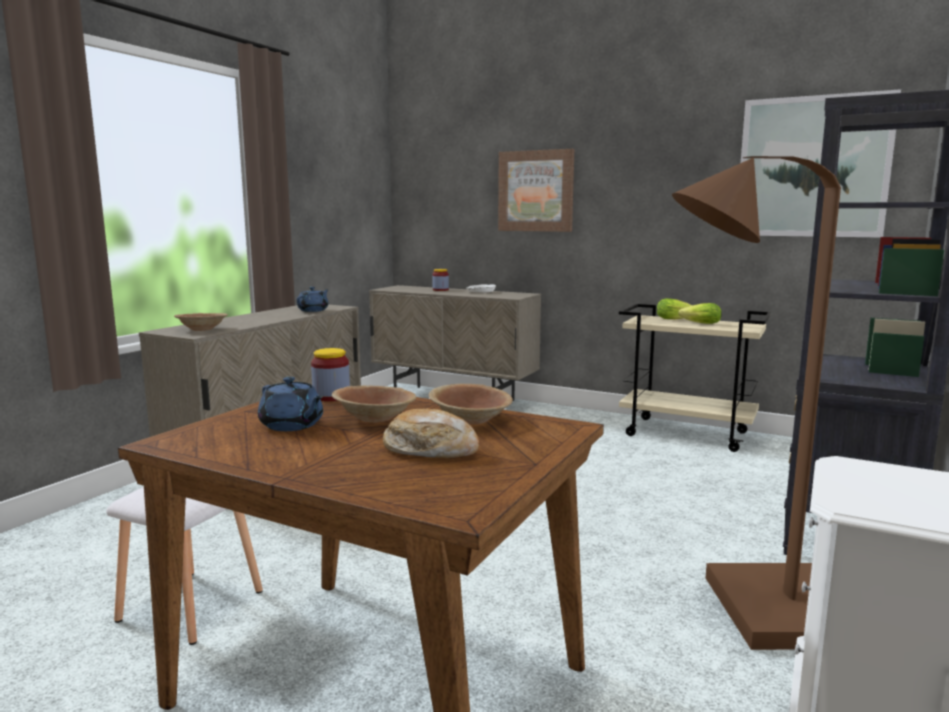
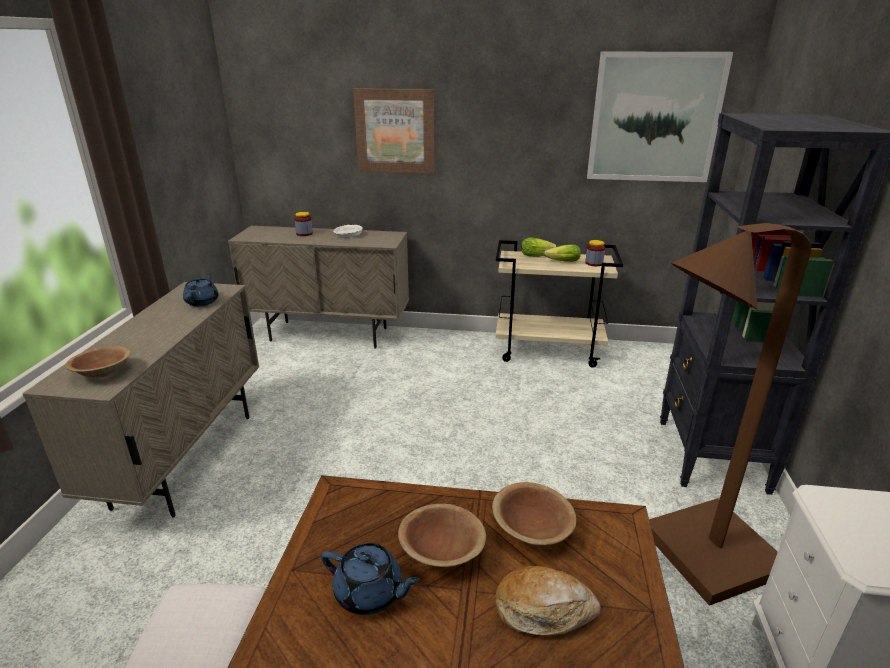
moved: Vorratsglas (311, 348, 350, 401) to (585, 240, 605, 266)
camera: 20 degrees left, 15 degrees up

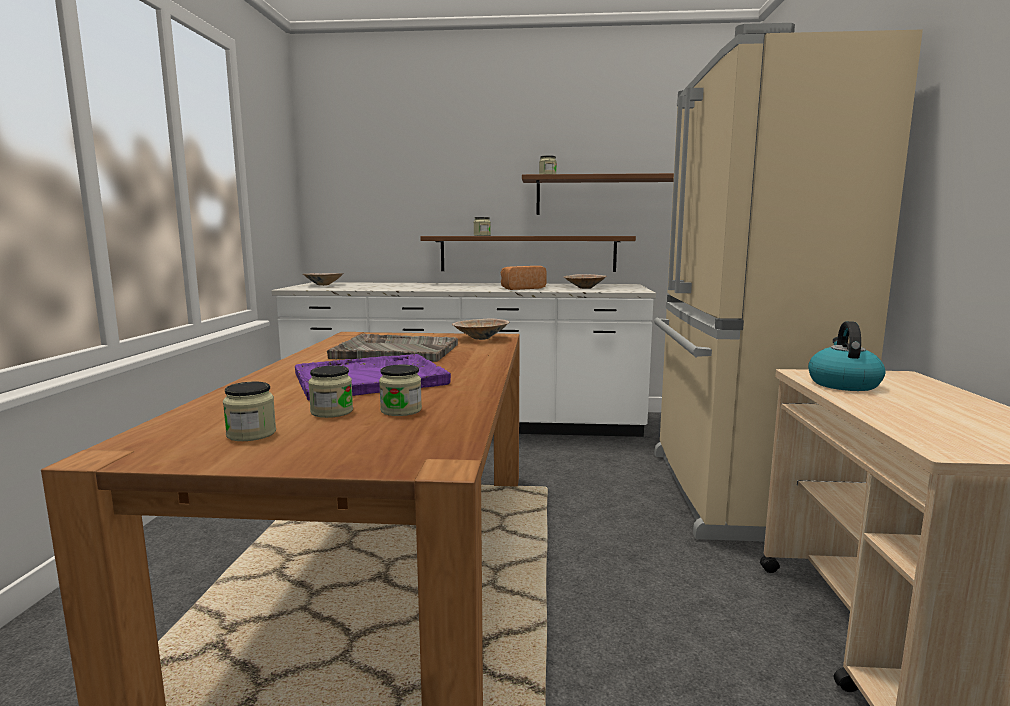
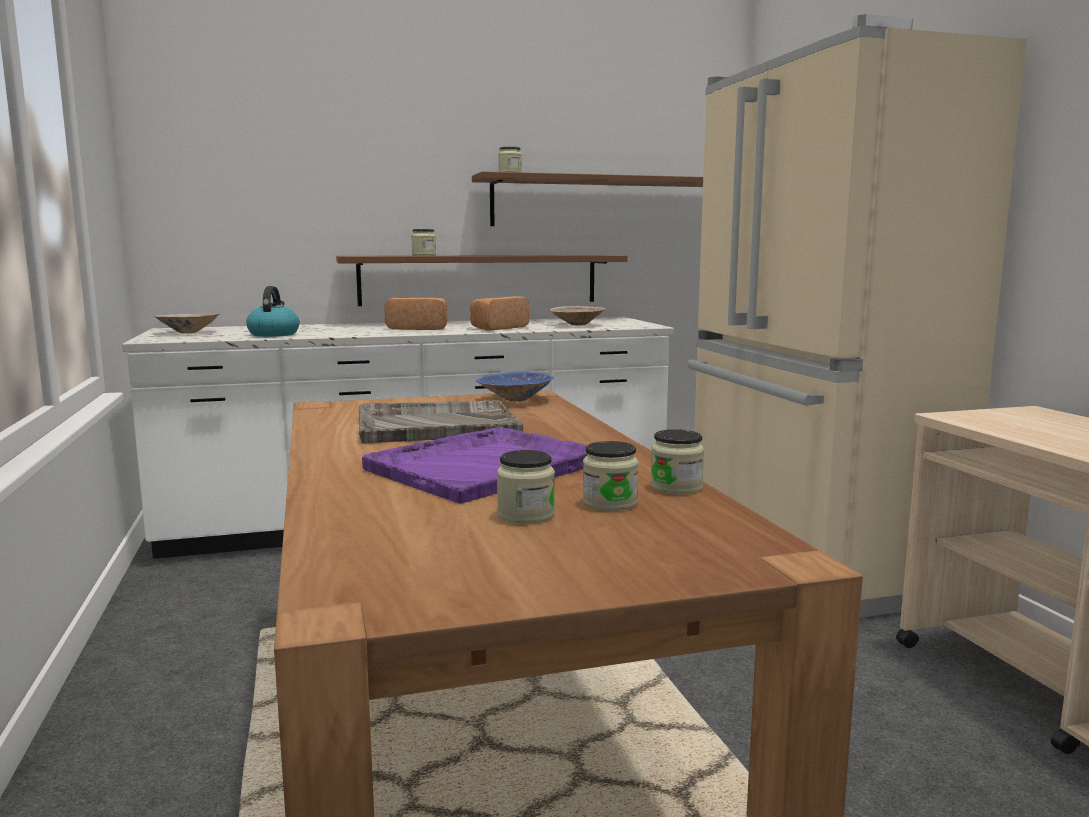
added: Brot (384, 298, 448, 330)
moved: Vorratsglas (223, 381, 276, 441) to (651, 429, 704, 495); Wasserkessel (808, 321, 885, 391) to (246, 286, 299, 337)
recoloured: Schüssel/beige (452, 318, 509, 340) to Schüssel/blau (476, 371, 554, 402)
camera: 20 degrees left, 0 degrees up

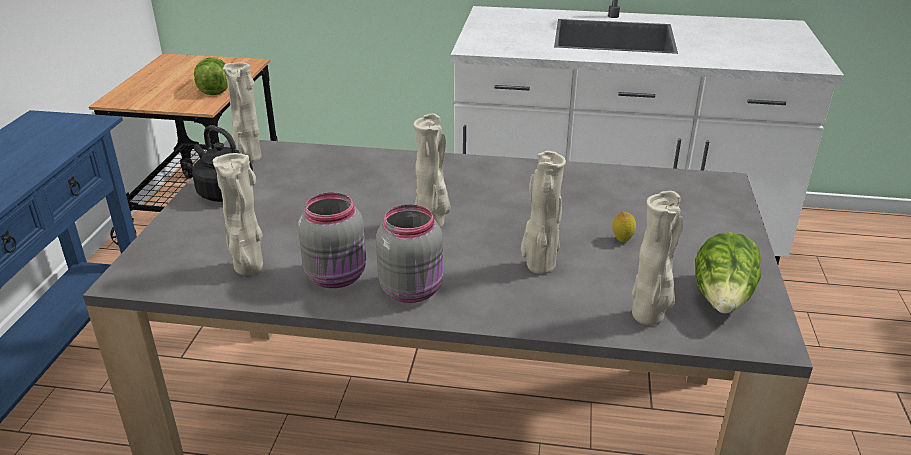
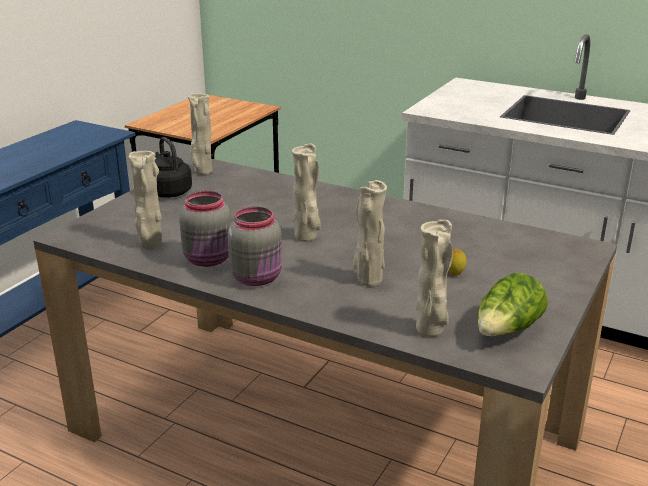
removed: Salatkopf (194, 57, 228, 95)
camera: 20 degrees right, 5 degrees down

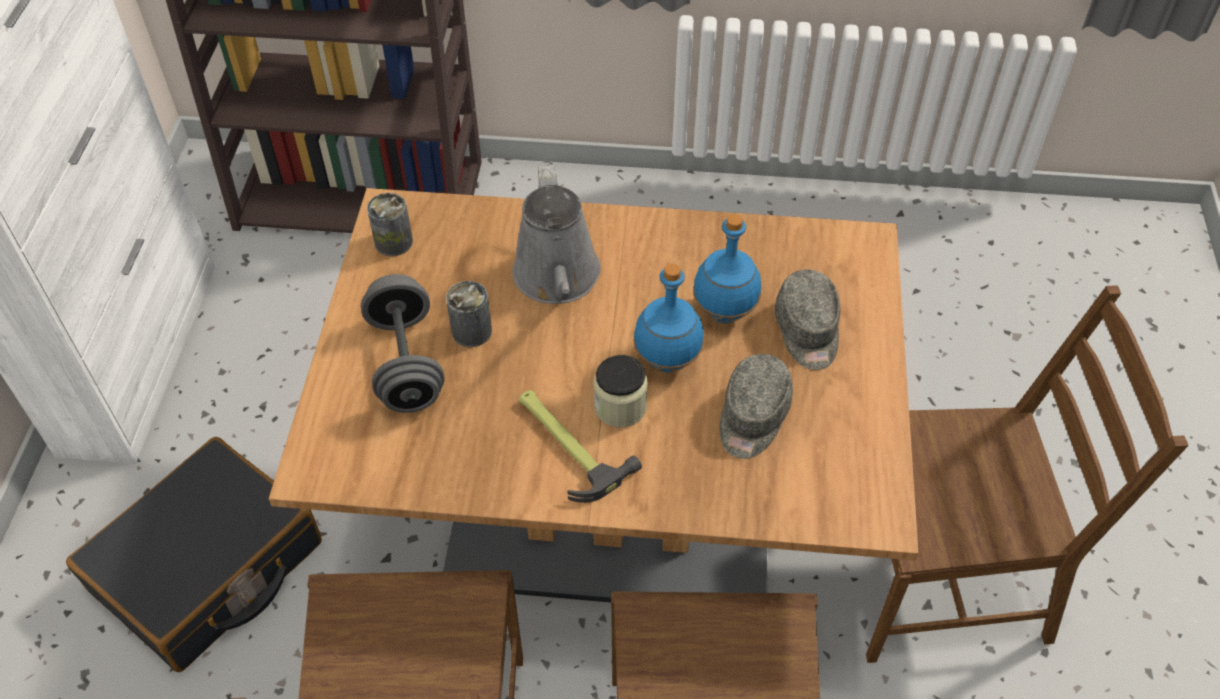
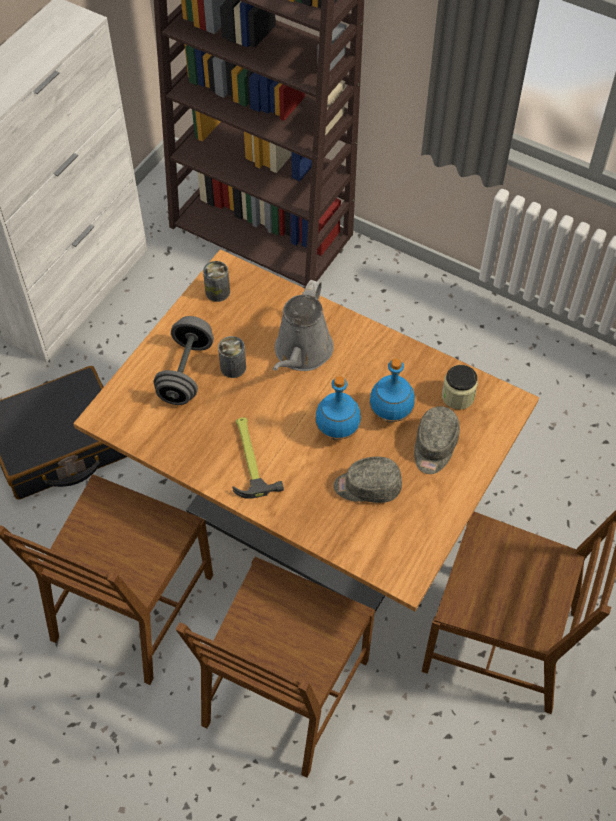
moved: Vorratsglas (594, 355, 648, 428) to (442, 365, 478, 410)
turned: Kappe/grau (720, 354, 793, 459) = (333, 457, 402, 503) 45 degrees clockwise
camera: 25 degrees right, 5 degrees up

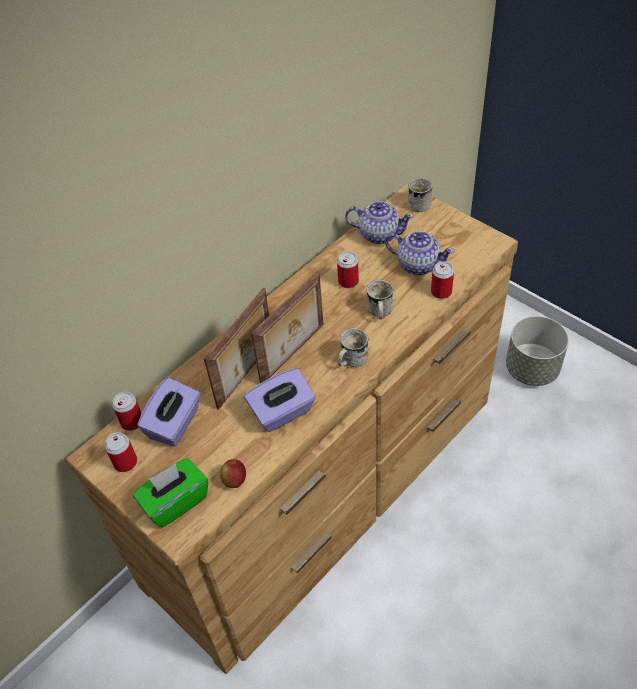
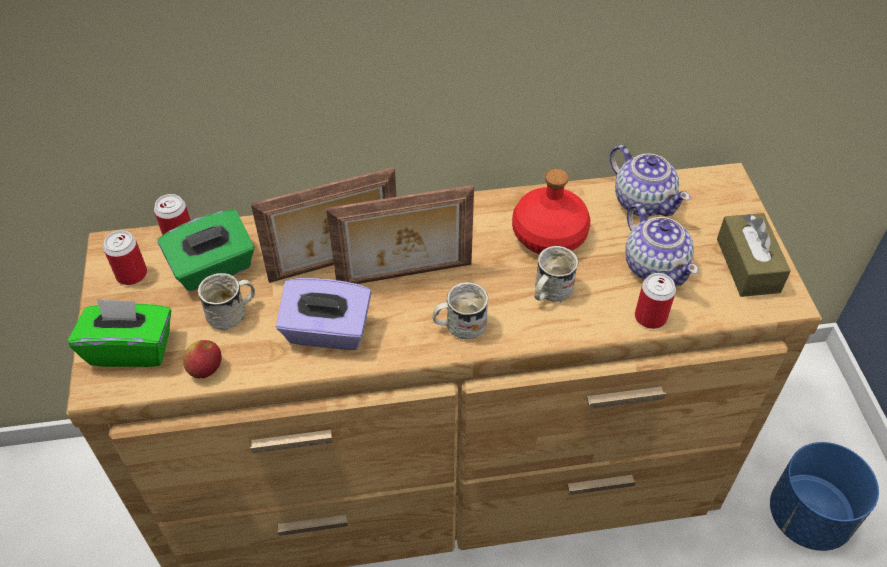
added: Taschentuchbox/braun (717, 213, 791, 297)
moved: Henkelbecher/weiß (408, 178, 433, 212) to (198, 273, 255, 331)
replaced: Dose (337, 252, 359, 288) to Flasche/rot (512, 169, 590, 254)
recoloured: Taschentuchbox/lila (137, 378, 200, 446) to Taschentuchbox/grün (158, 210, 255, 291); Pflanzkübel/grau (506, 316, 569, 386) to Pflanzkübel/blau (770, 442, 879, 551)
camera: 35 degrees right, 0 degrees up

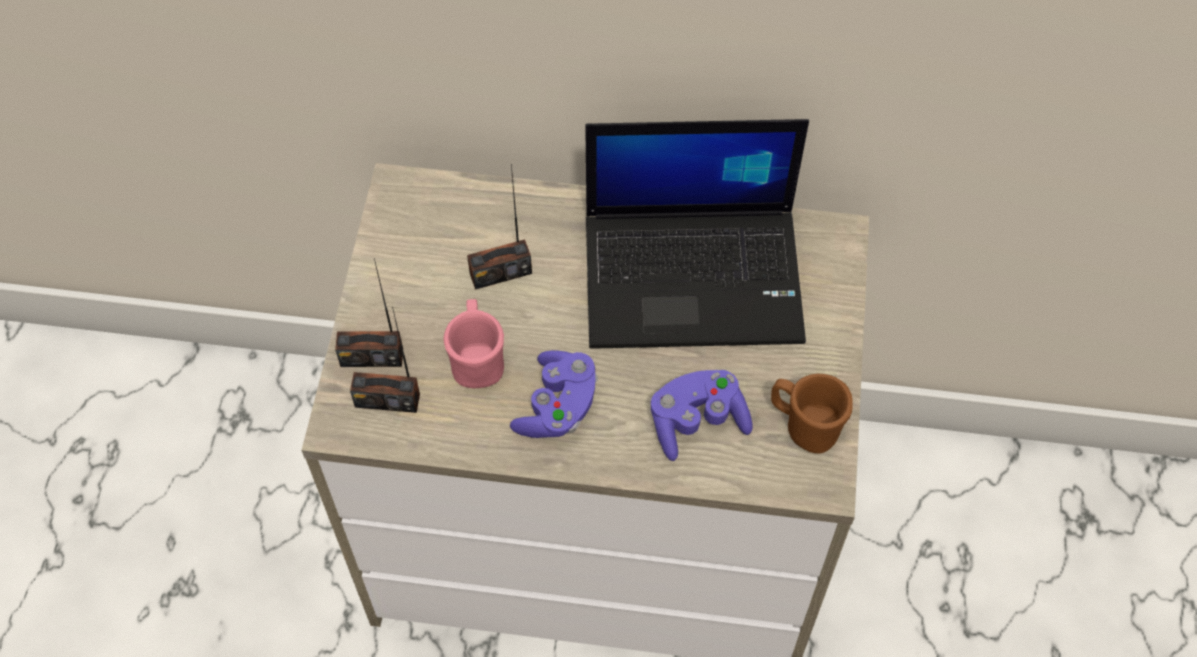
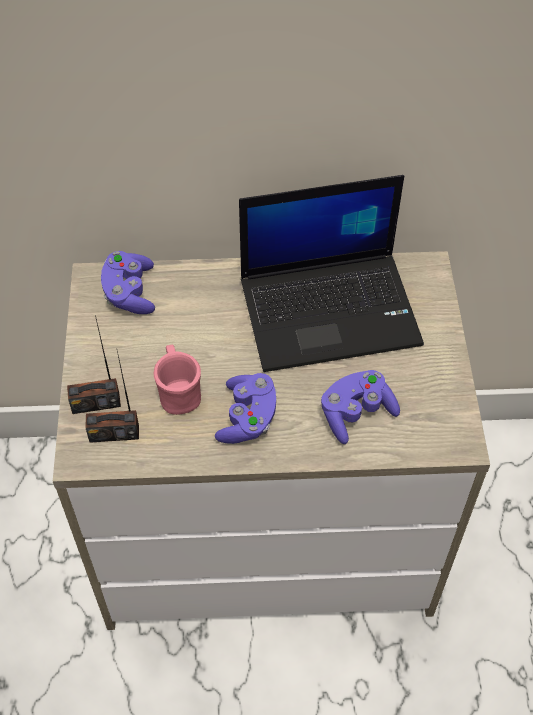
removed: Radio (467, 164, 532, 290); Henkelbecher/braun (771, 374, 853, 454)
added: Gamepad/lila (101, 251, 155, 314)
camera: 10 degrees left, 5 degrees down

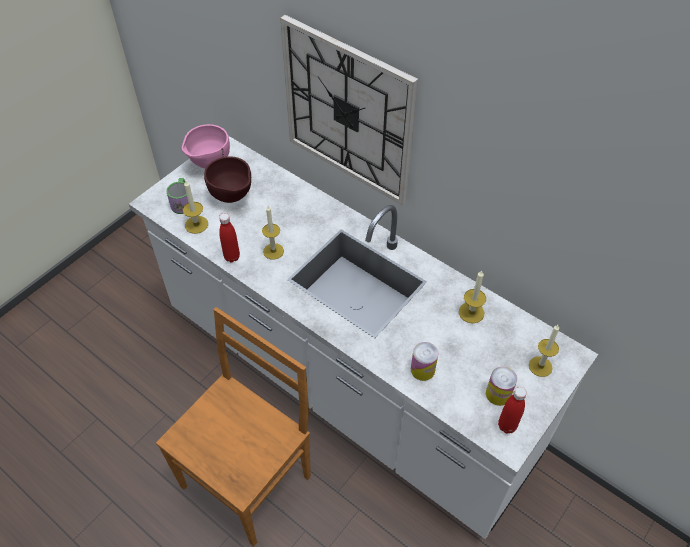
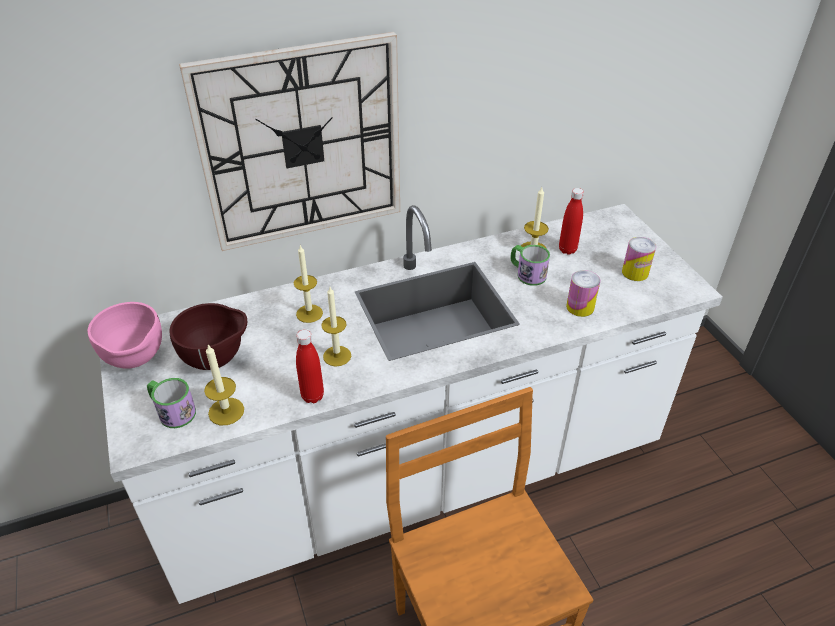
added: Henkelbecher (510, 245, 550, 286)
moved: Flasche/rot (498, 387, 527, 434) to (559, 188, 584, 255); Kerze (529, 325, 559, 377) to (294, 245, 323, 323)
camera: 60 degrees left, 10 degrees down

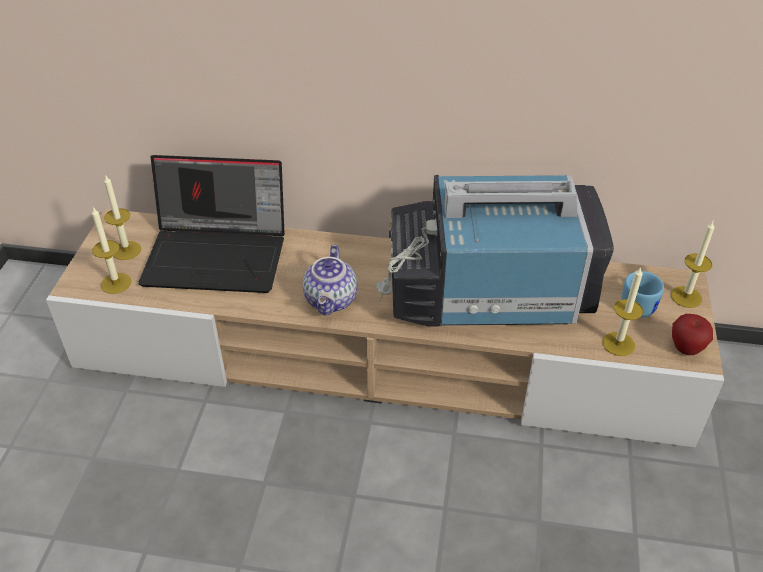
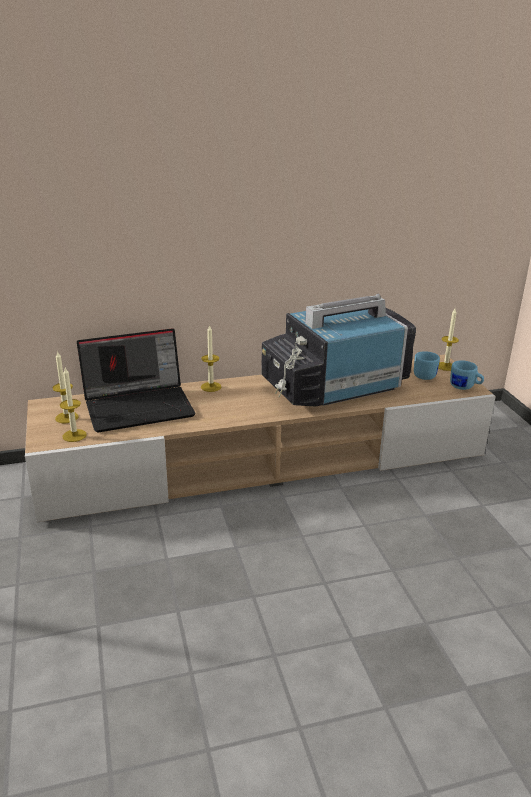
removed: Teekanne (303, 245, 357, 315)
moved: Kerze (602, 267, 643, 356) to (201, 324, 221, 392)
replaced: Apfel (672, 314, 713, 355) to Henkelbecher/blau (450, 360, 484, 390)
camera: 25 degrees left, 15 degrees down

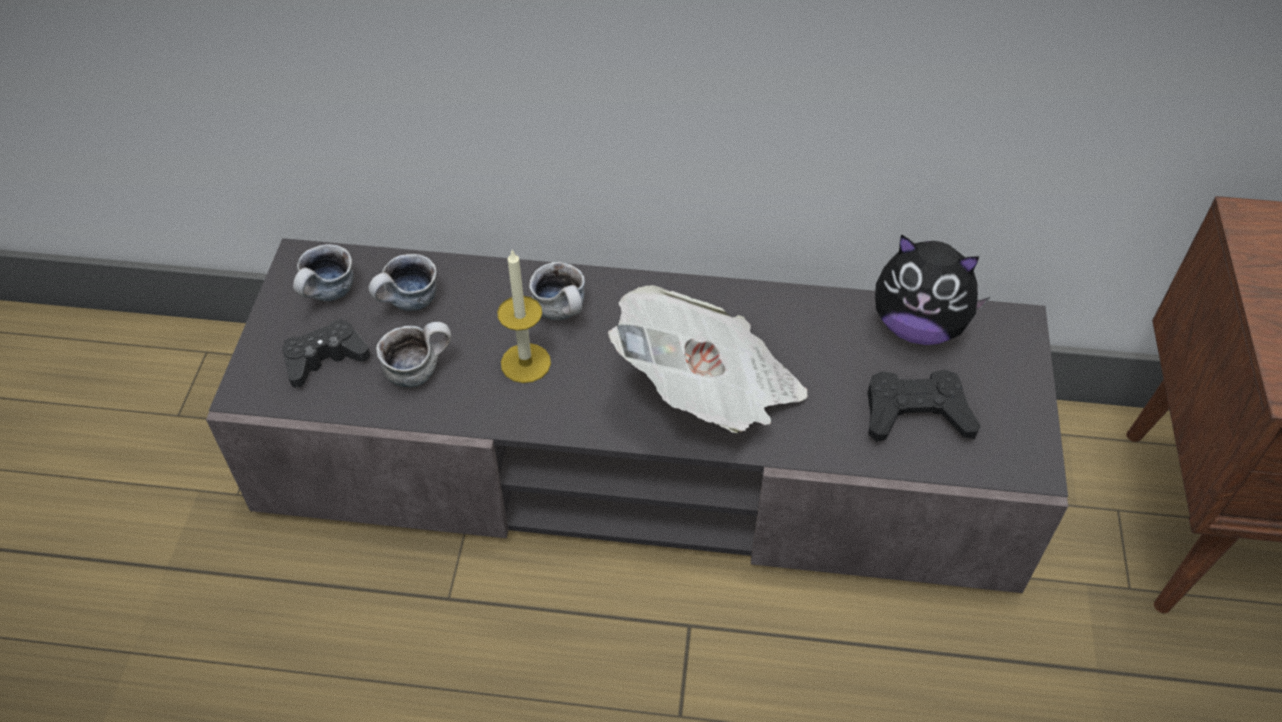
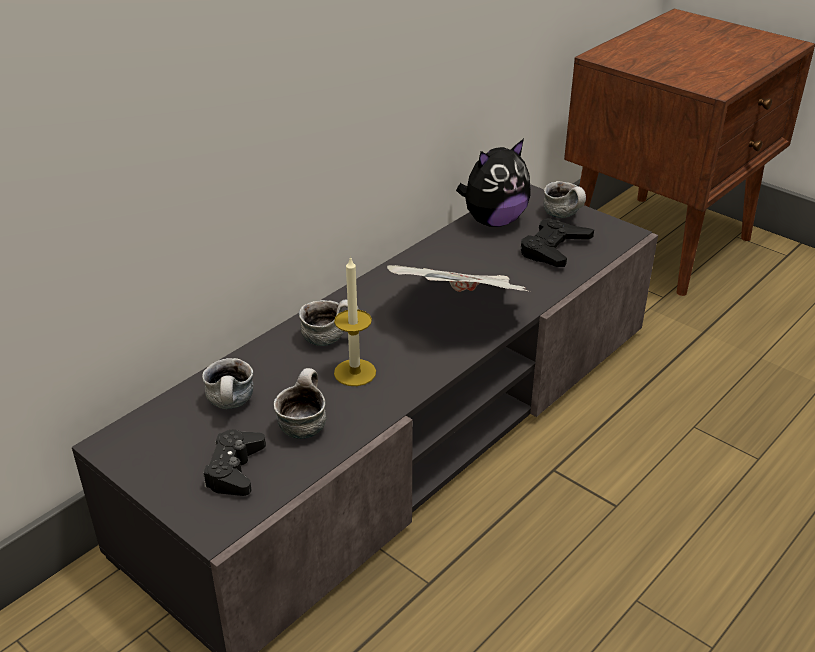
moved: Henkelbecher (293, 244, 354, 301) to (544, 181, 586, 218)
camera: 55 degrees left, 15 degrees down

